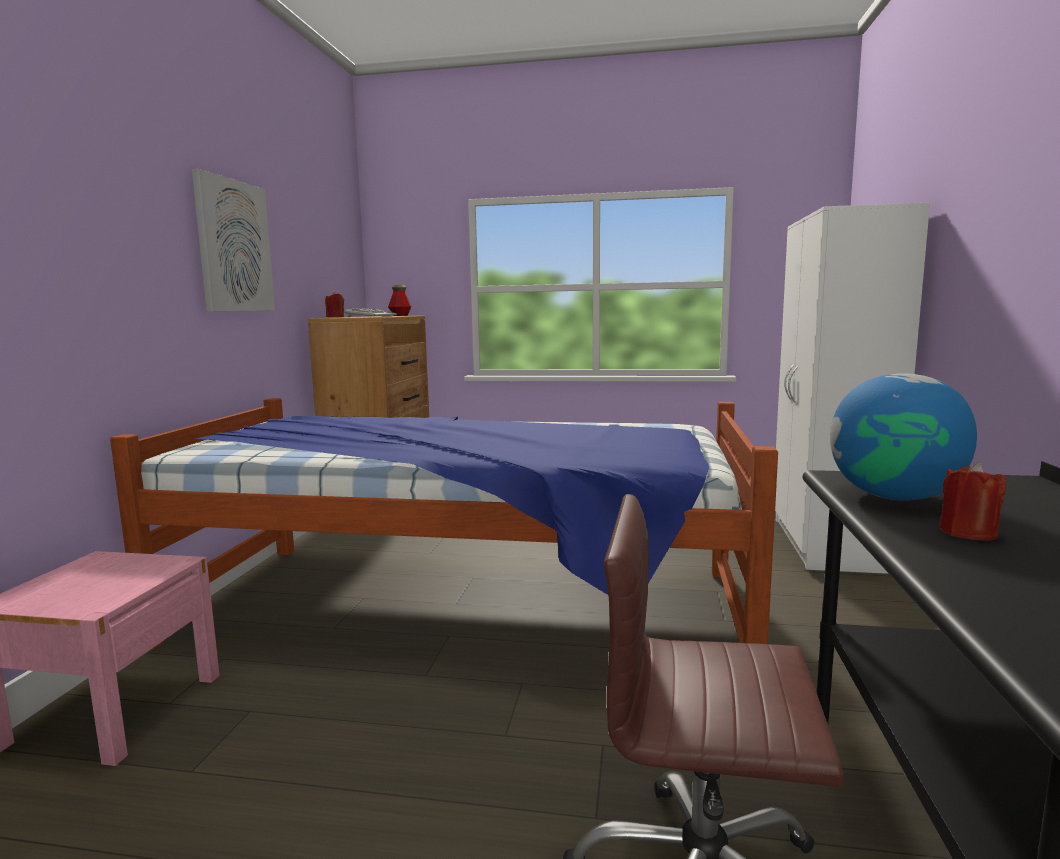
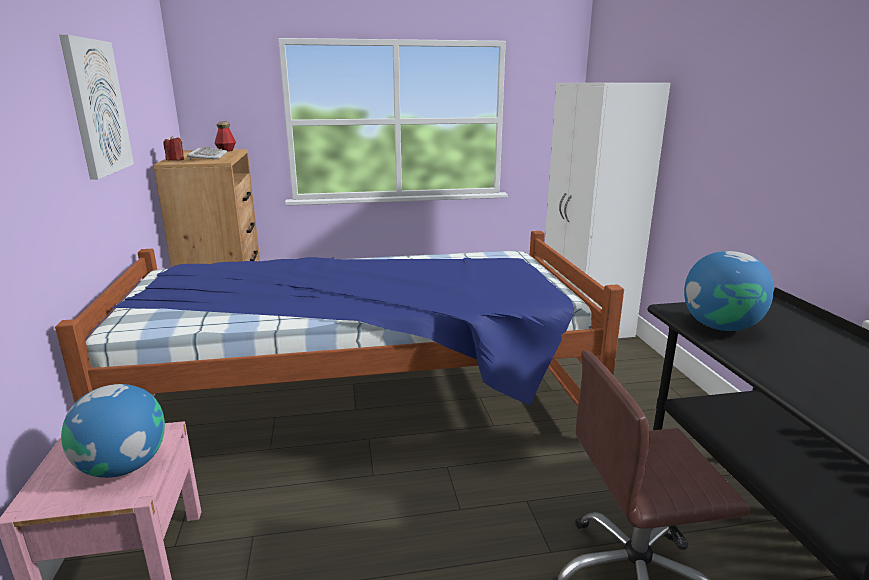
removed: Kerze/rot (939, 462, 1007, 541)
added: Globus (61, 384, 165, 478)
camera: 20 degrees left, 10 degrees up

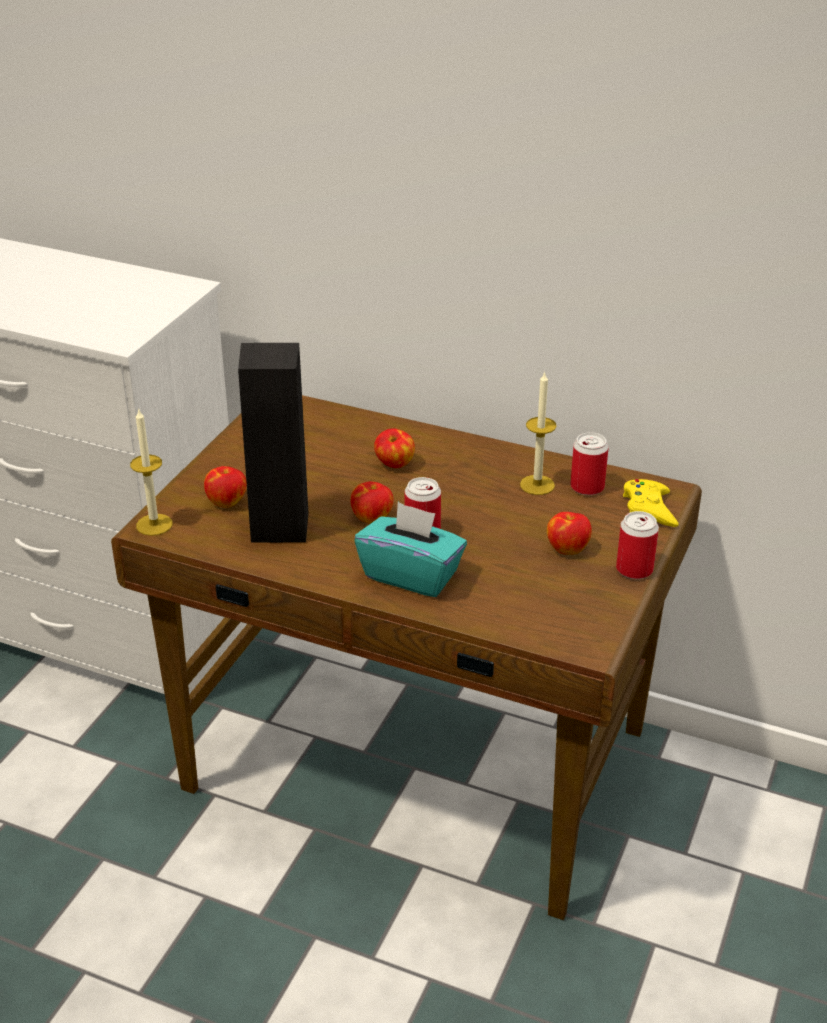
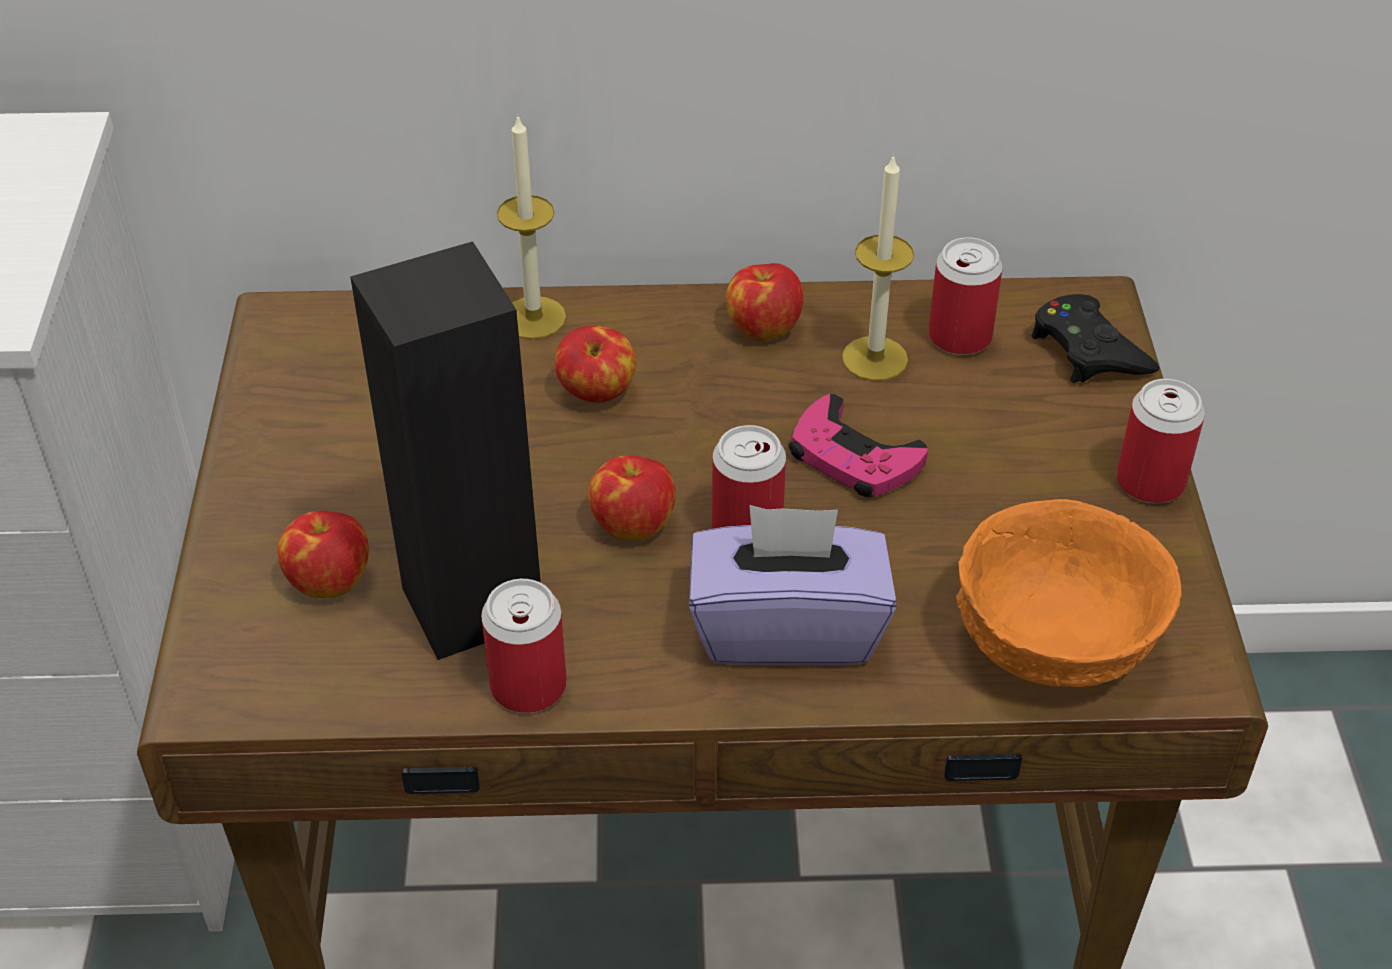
added: Dose (481, 579, 567, 713); Gamepad/rosa (789, 394, 928, 497); Schüssel/orange (956, 499, 1181, 687)
moved: Kerze (130, 408, 173, 536) to (497, 114, 566, 339); Apfel (547, 512, 592, 555) to (726, 263, 804, 340)
recoloured: Taschentuchbox/türkis (355, 502, 467, 597) to Taschentuchbox/lila (689, 505, 897, 665); Gamepad/gelb (623, 479, 679, 527) to Gamepad/schwarz (1031, 294, 1159, 383)
camera: 25 degrees left, 10 degrees up

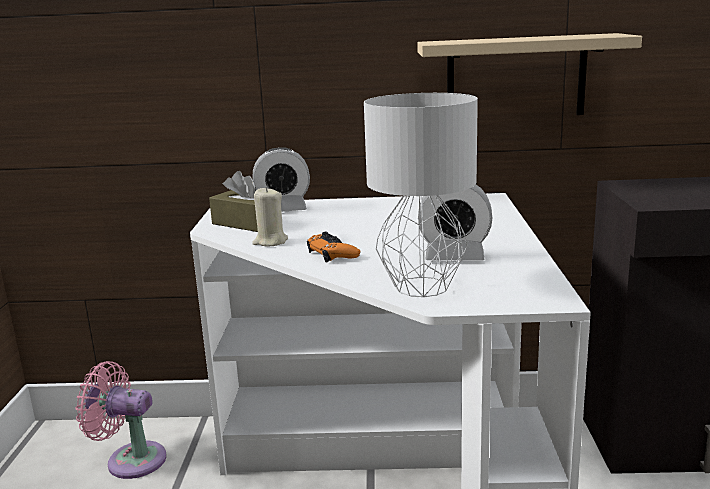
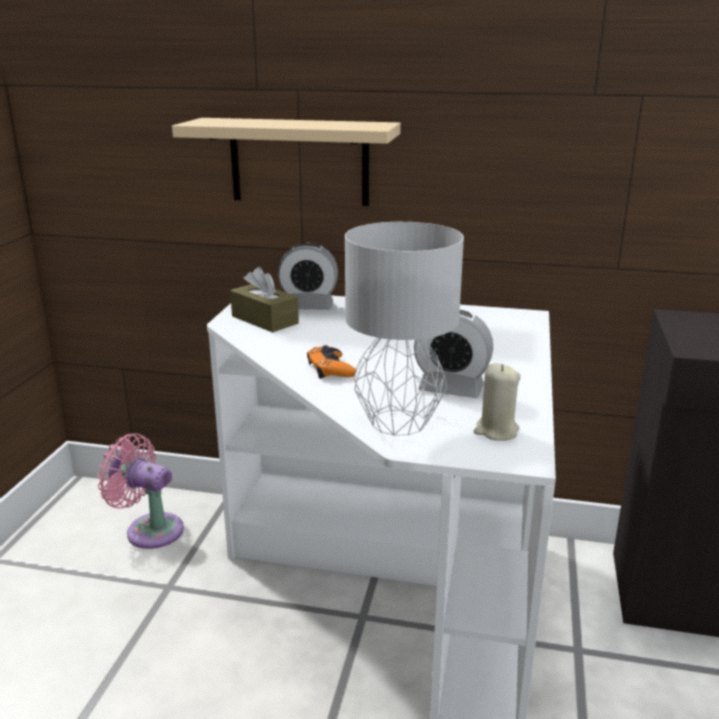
moved: Kerze/beige (252, 187, 288, 246) to (474, 363, 521, 441); Wandregal/beige (417, 33, 642, 115) to (172, 118, 401, 206)
camera: 10 degrees right, 5 degrees up

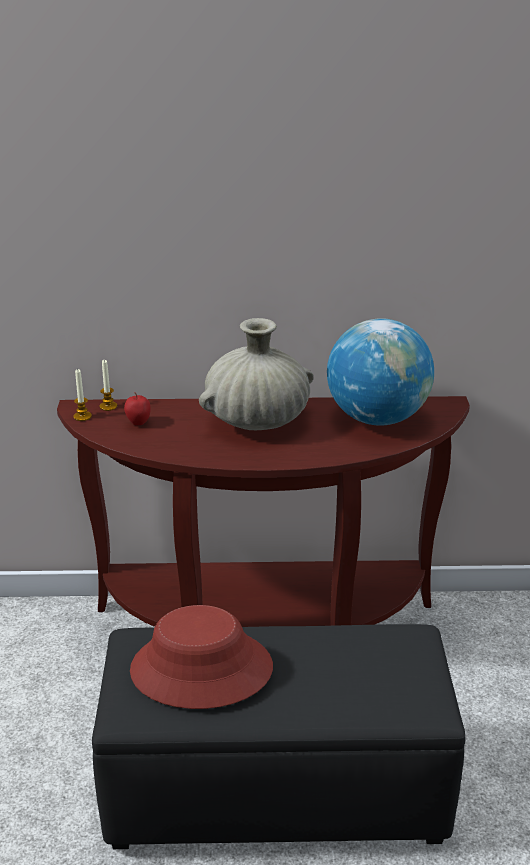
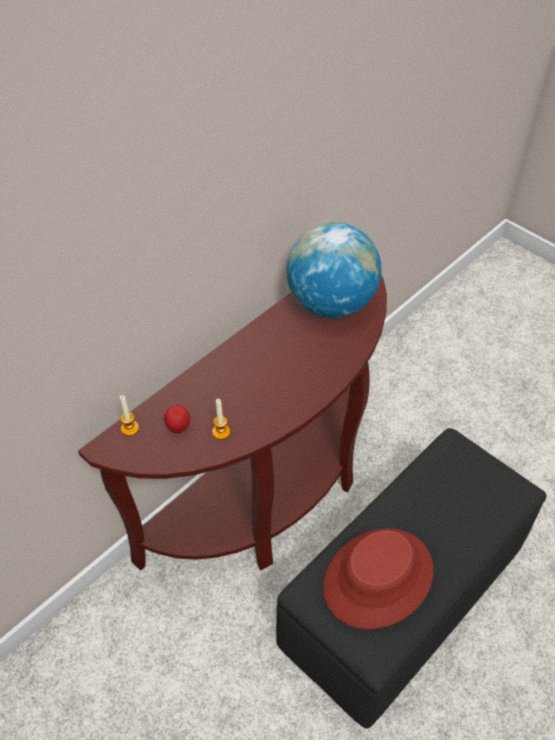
removed: Vase/beige (199, 318, 314, 430)
moved: Kerze (73, 369, 92, 421) to (212, 399, 230, 440)
camera: 45 degrees left, 20 degrees up

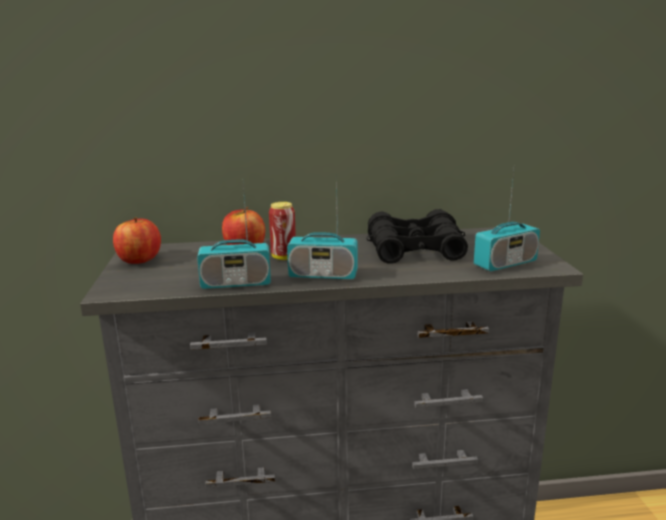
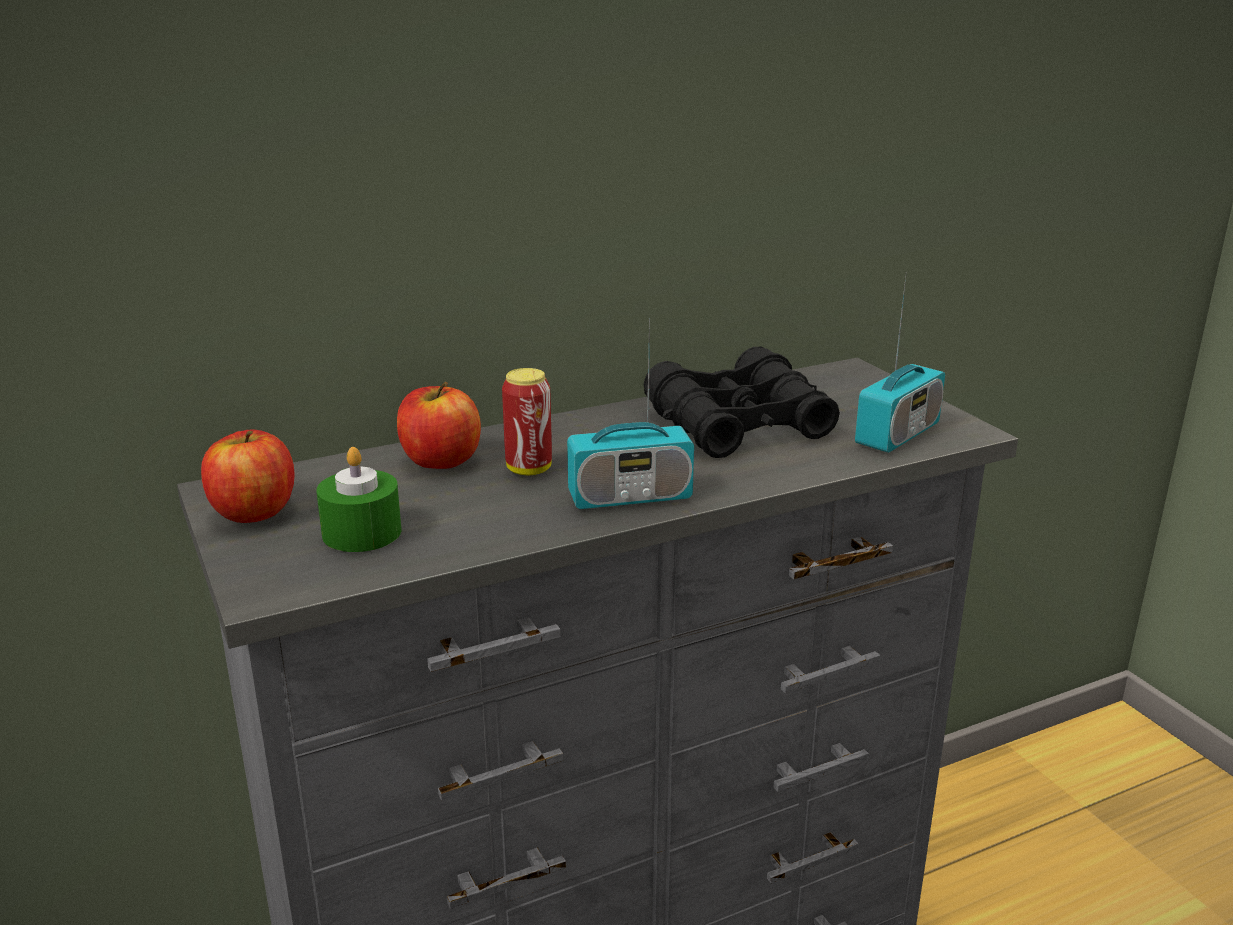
removed: Radio (197, 183, 271, 289)
added: Kerze/grün (316, 447, 402, 552)
camera: 20 degrees left, 5 degrees up

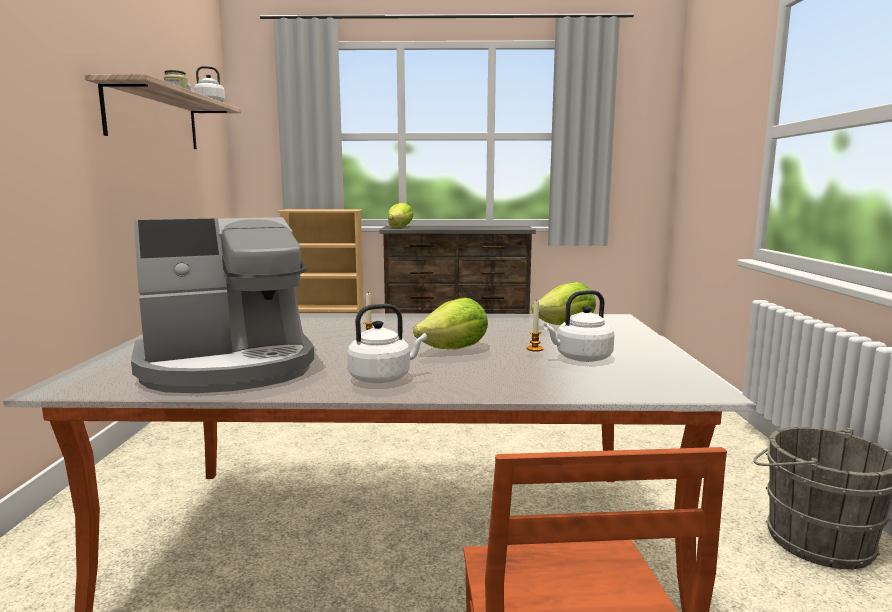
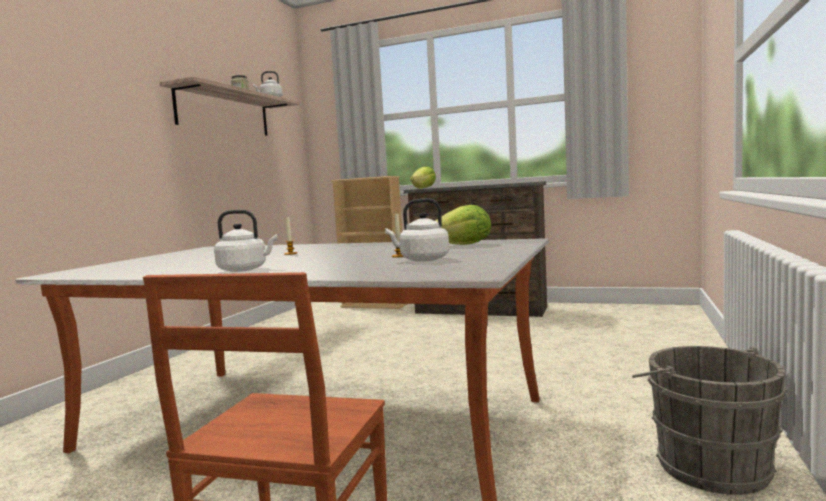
removed: Kaffeemaschine (131, 217, 314, 393); Salatkopf (413, 298, 488, 349)
camera: 20 degrees right, 5 degrees down

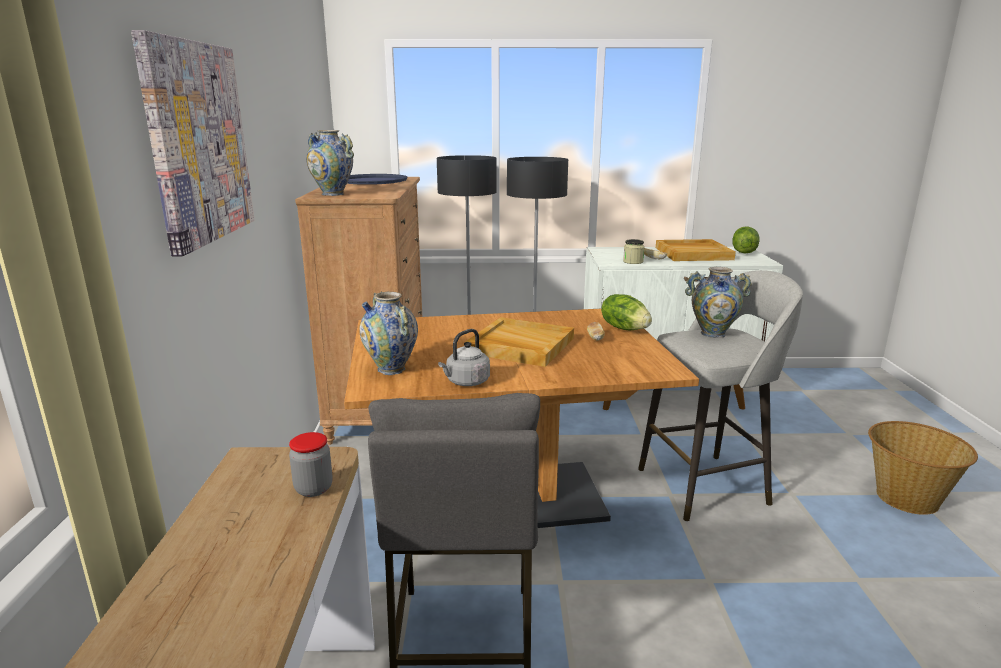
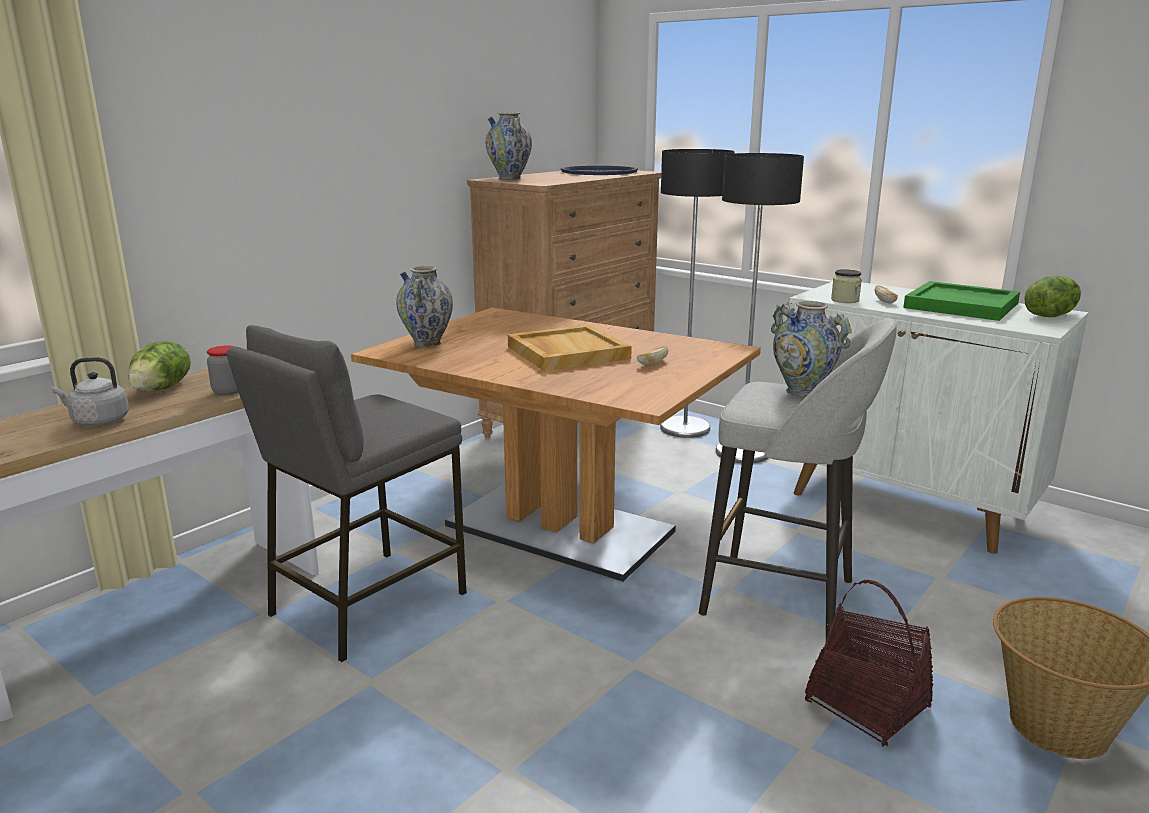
removed: Bild (131, 30, 255, 256)
added: Korb (805, 580, 934, 747)
moved: Wasserkessel/grau (438, 329, 490, 386) to (52, 357, 129, 426); Salatkopf (601, 294, 652, 330) to (128, 341, 191, 391)
recoloured: Tablett/beige (656, 239, 736, 261) to Tablett/grün (903, 281, 1020, 321)
camera: 40 degrees right, 0 degrees up

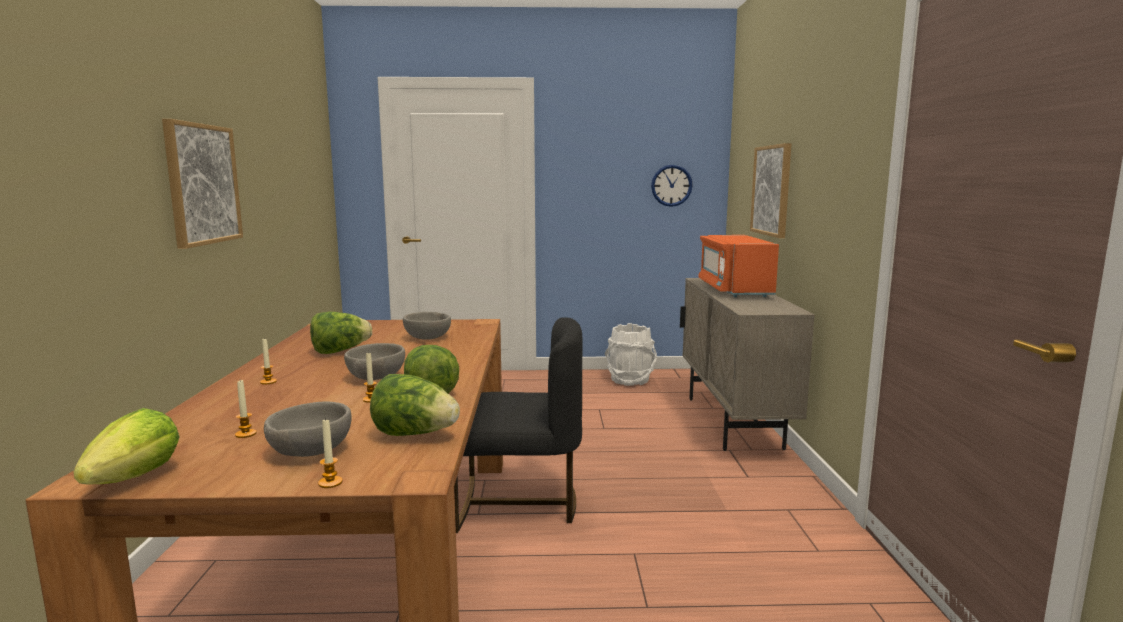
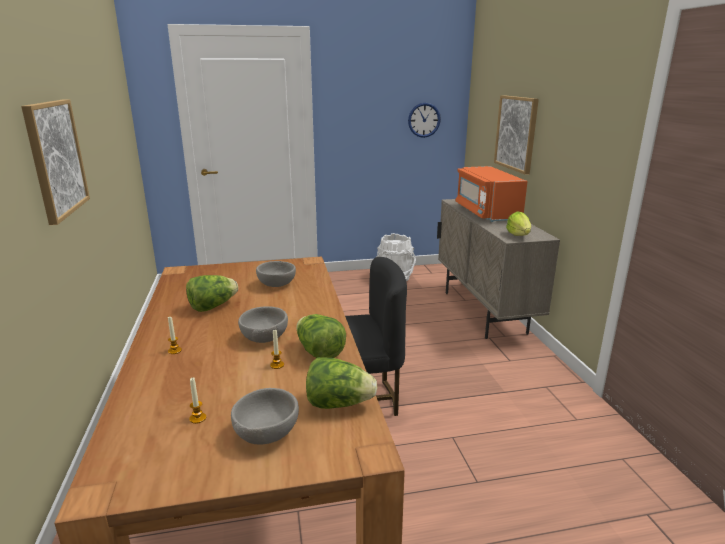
removed: Kerze (318, 418, 343, 488)
moved: Salatkopf (73, 408, 180, 485) to (506, 211, 531, 236)
camera: 10 degrees left, 10 degrees up

